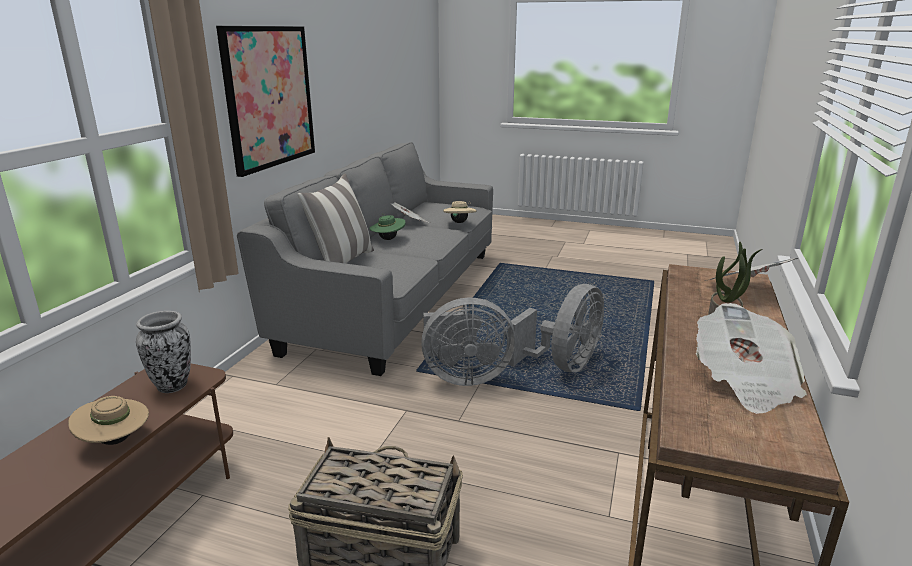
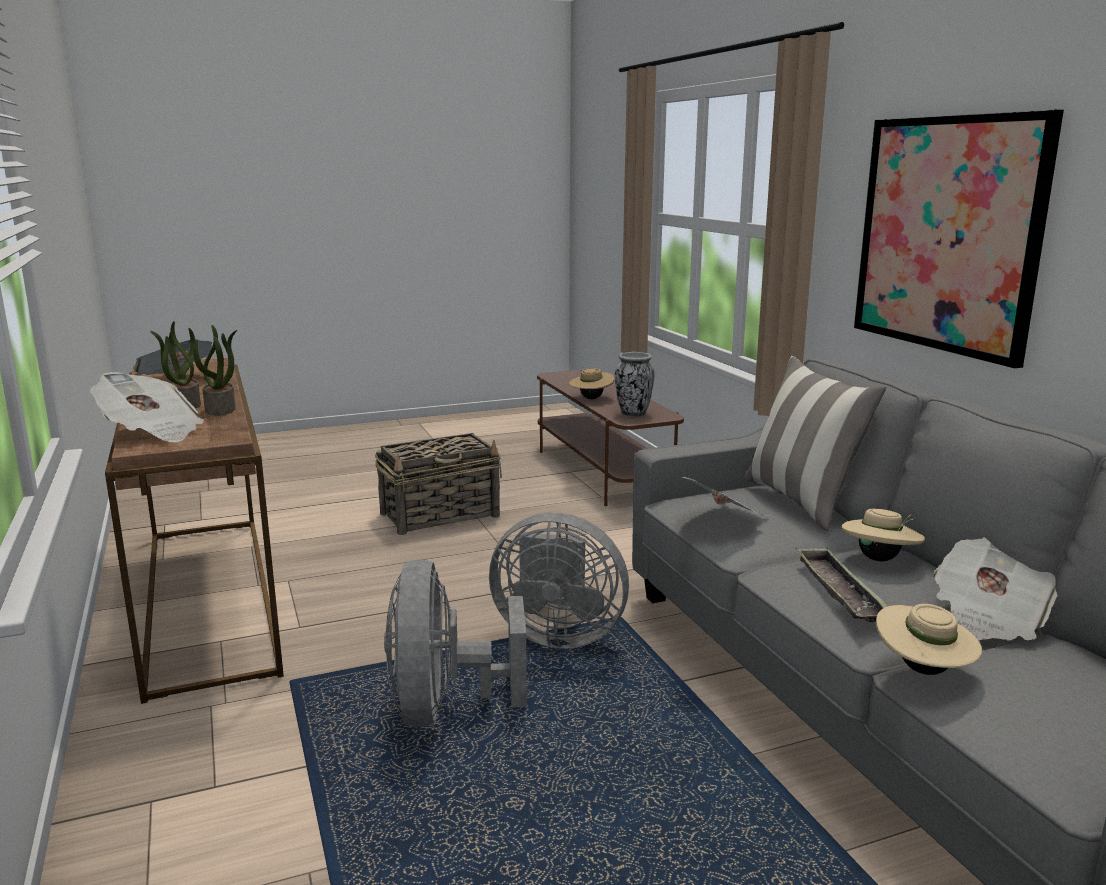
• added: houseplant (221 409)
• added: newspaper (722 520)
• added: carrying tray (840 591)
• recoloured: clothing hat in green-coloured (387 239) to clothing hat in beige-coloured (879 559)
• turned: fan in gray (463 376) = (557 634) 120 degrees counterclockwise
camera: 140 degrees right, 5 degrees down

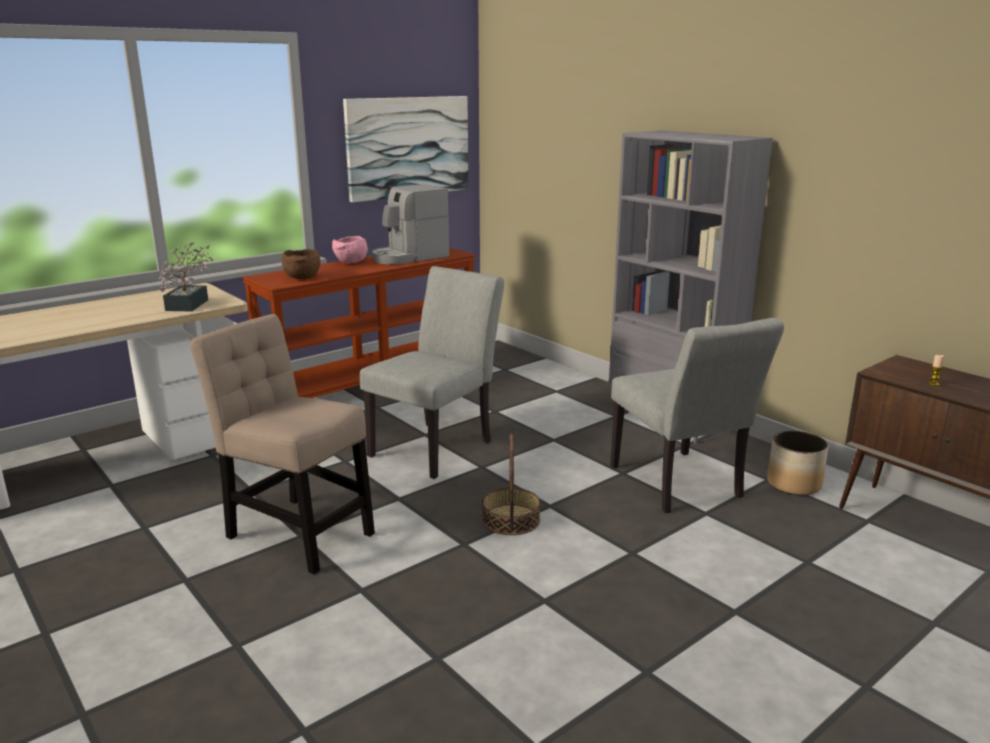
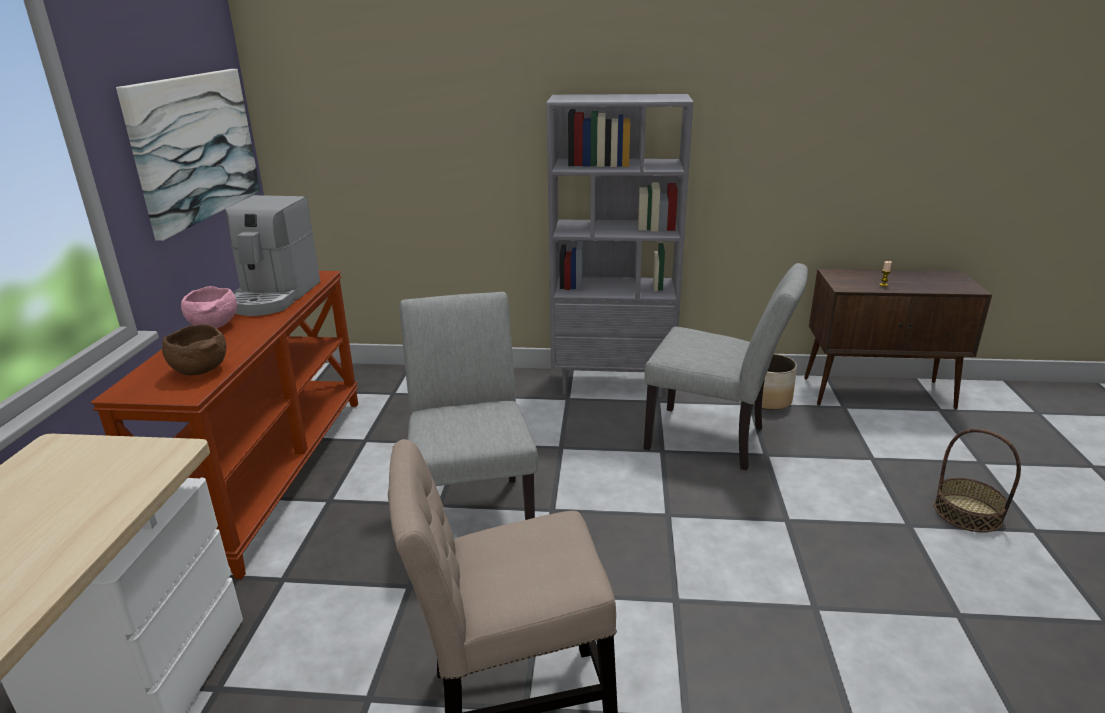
• removed: houseplant (190 303)
• moved: storage basket (511 519) to (967 513)
camera: 45 degrees left, 5 degrees up

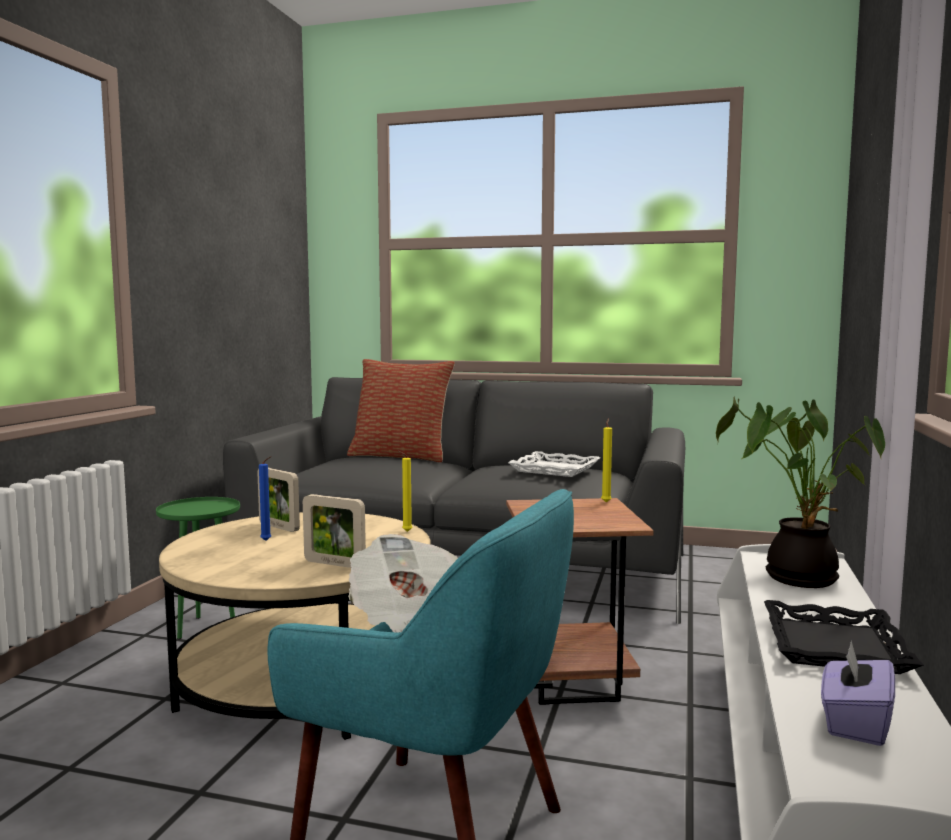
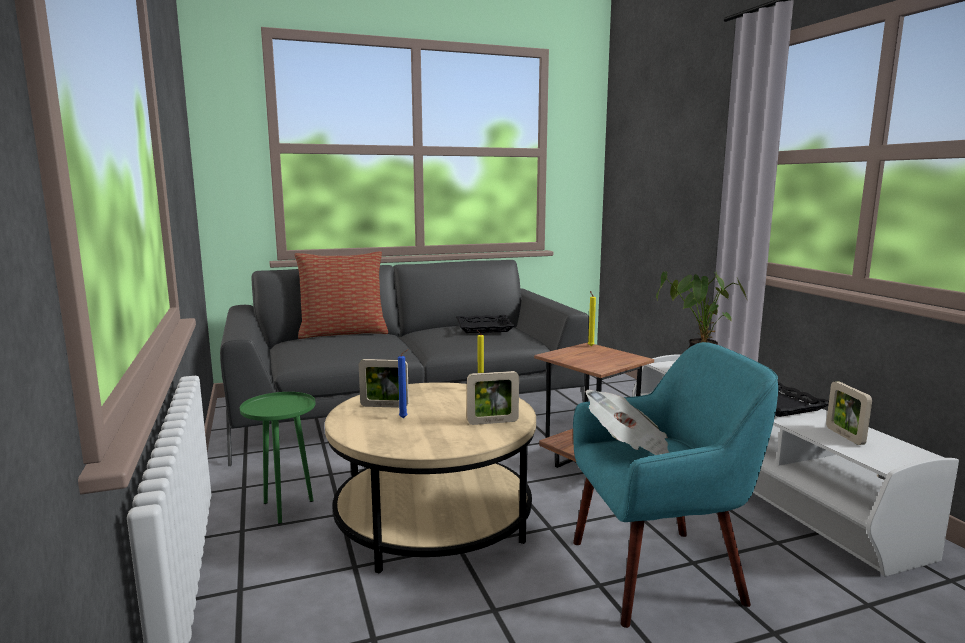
• replaced: tissue box in purplish (854 723) to standing frame (844 436)
• recoloured: carrying tray in white (554 469) to carrying tray in blackish (484 328)
camera: 35 degrees left, 5 degrees up

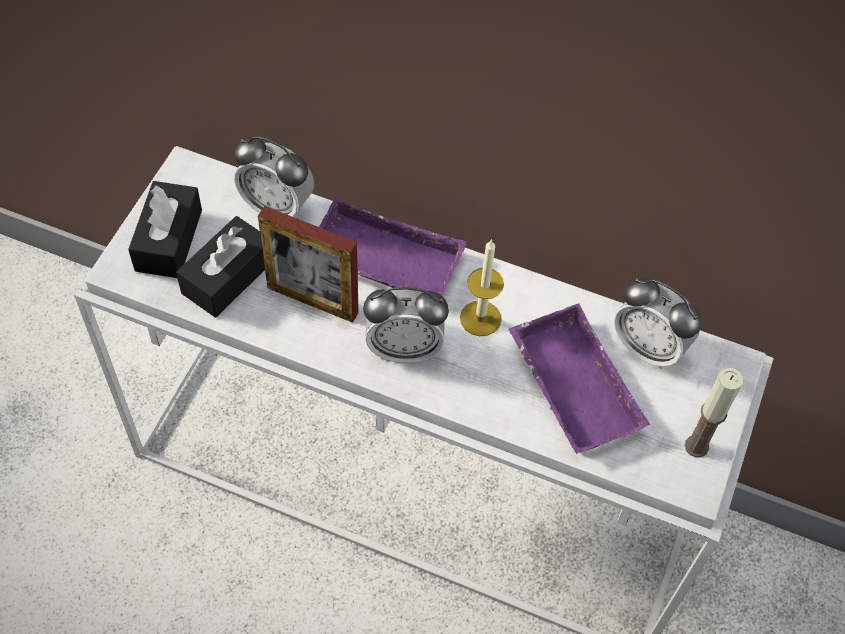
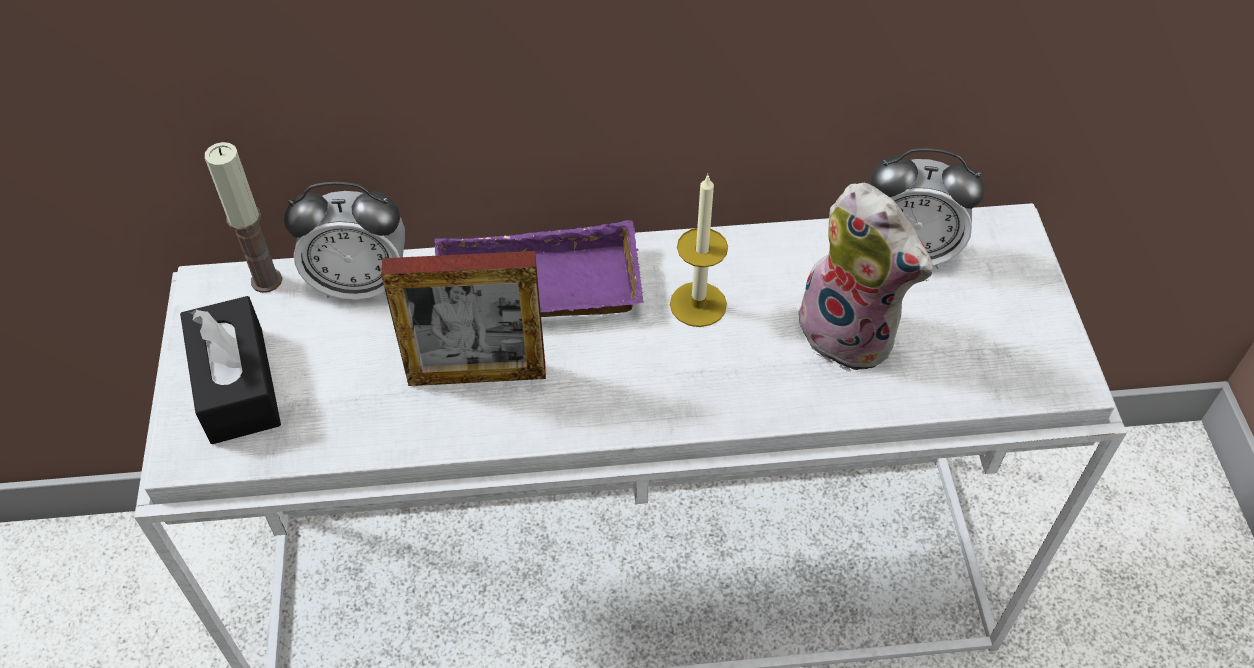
• removed: tissue box in blackish (228 277)
• removed: alarm clock (404 348)
• moved: wax candle (696 446) to (266 280)
• replaced: carrying tray in purplish (569 385) to soft toy (852 333)
camera: 25 degrees left, 5 degrees down

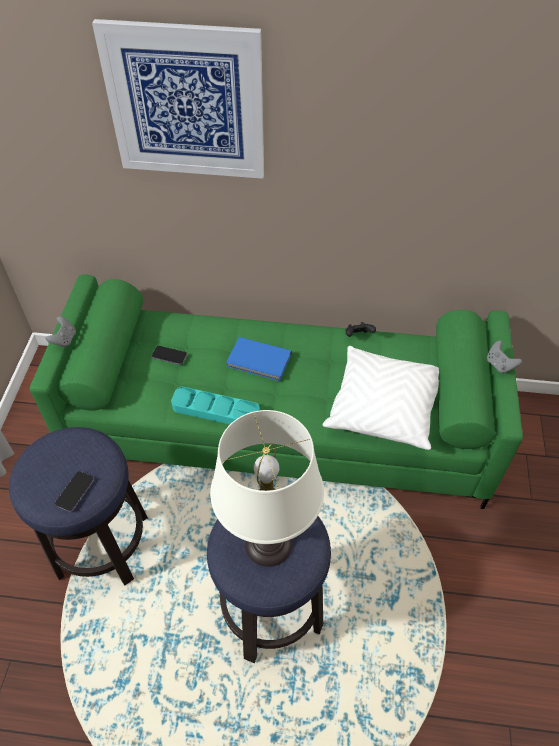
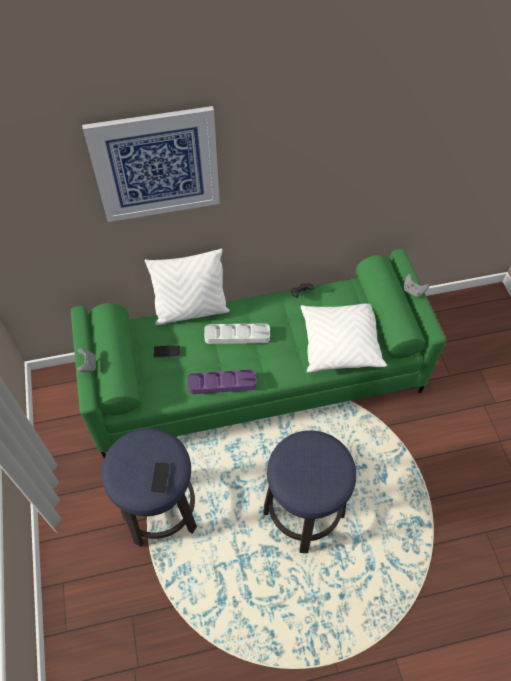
• removed: lamp for a table in white (269 543)
• added: pillow in white (191 311)
• replaced: bound book in blue (259 361) to carrying tray in white (237 336)
• recoloured: carrying tray in turquoise (216 410) to carrying tray in purplish (222 384)
camera: 20 degrees left, 5 degrees up

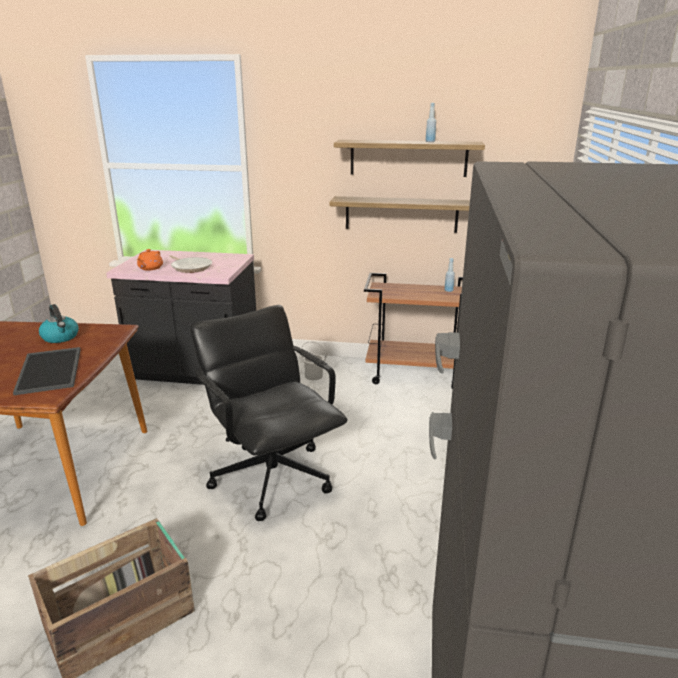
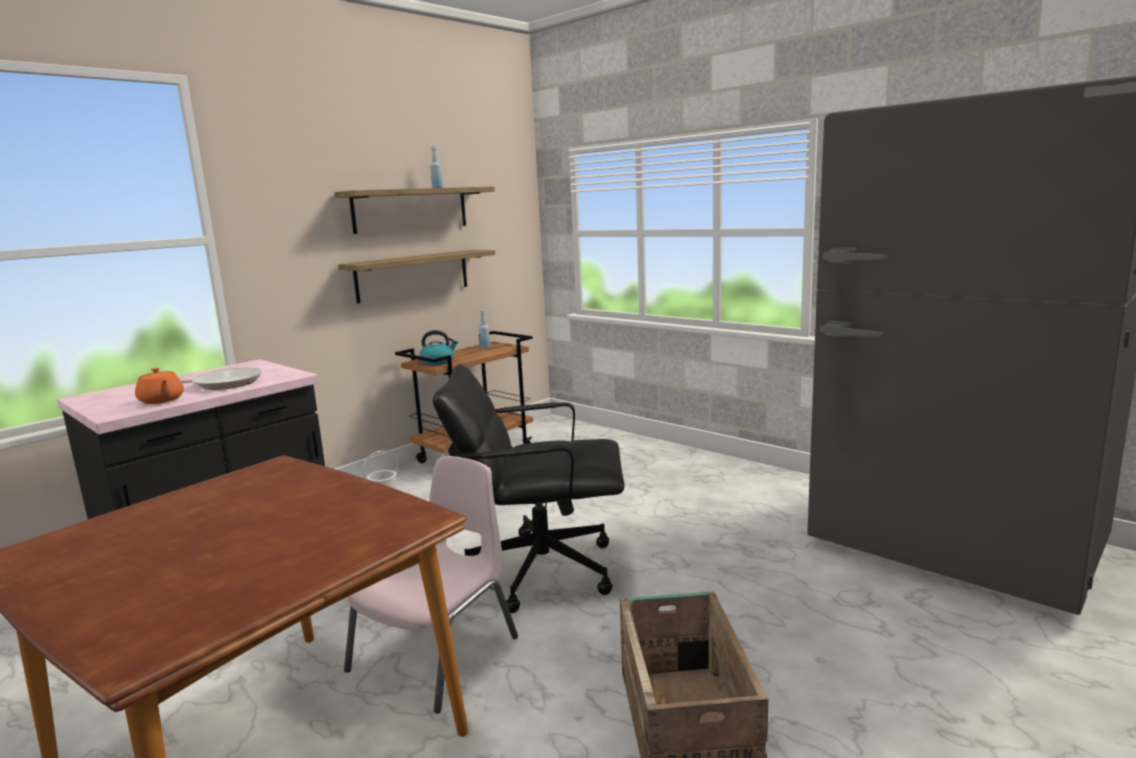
• removed: carrying tray (51 371)
• added: plain chair in pinkish (438 653)
• moved: tea kettle (61 337) to (438 362)
camera: 55 degrees left, 10 degrees down

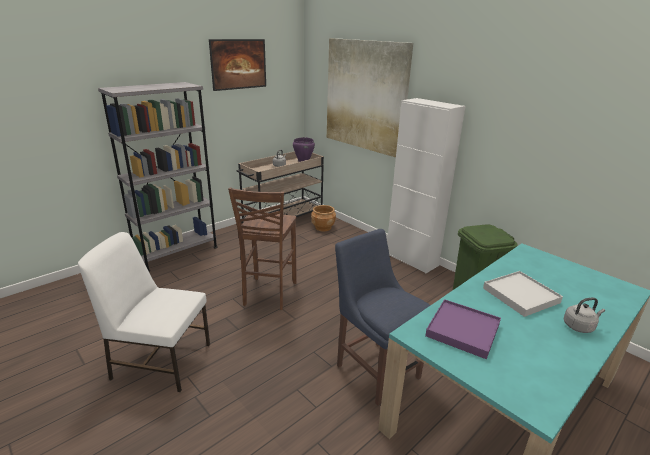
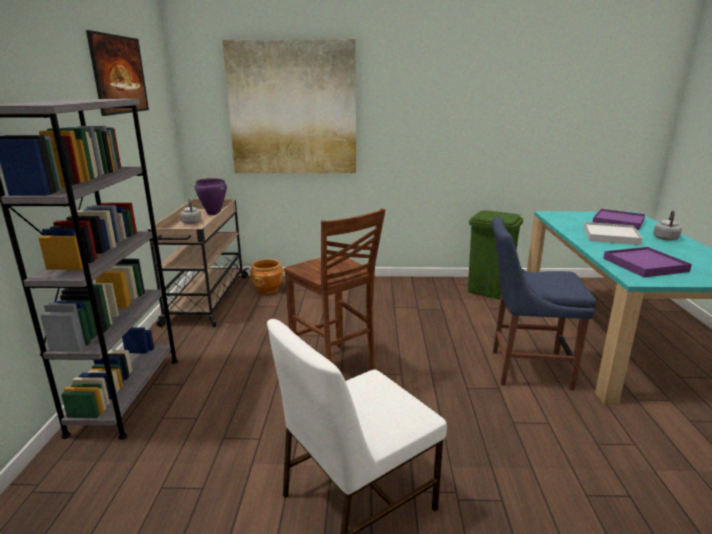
• removed: cupboard in white (411 260)
• added: carrying tray in purplish (618 221)
camera: 45 degrees left, 5 degrees down

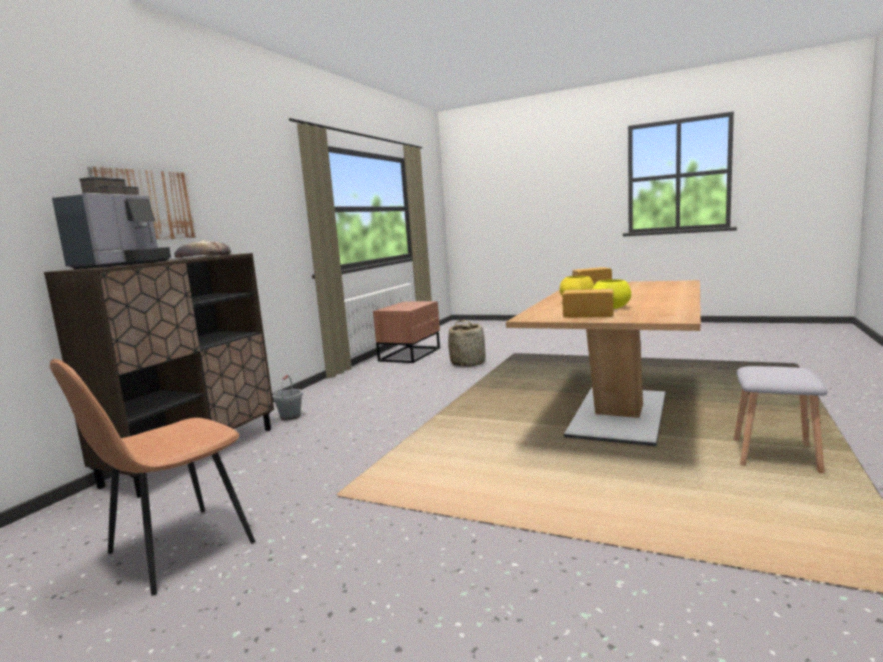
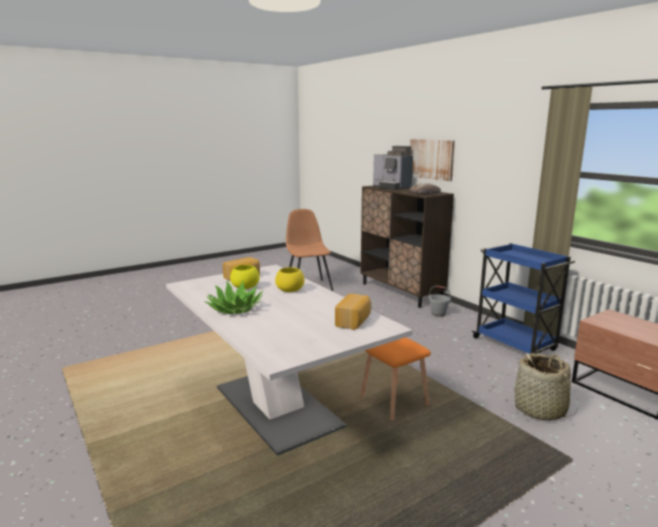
• removed: stool in gray (776 456)
• added: houseplant (234 309)
• added: stool in orangey (395 402)
• added: wheeled cart in blue (515 345)
• recoloured: kitchen table in brownish (619 415) to kitchen table in white (277 407)
camera: 120 degrees right, 5 degrees up

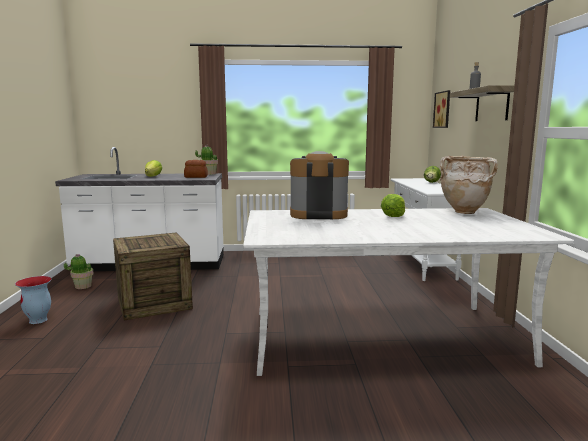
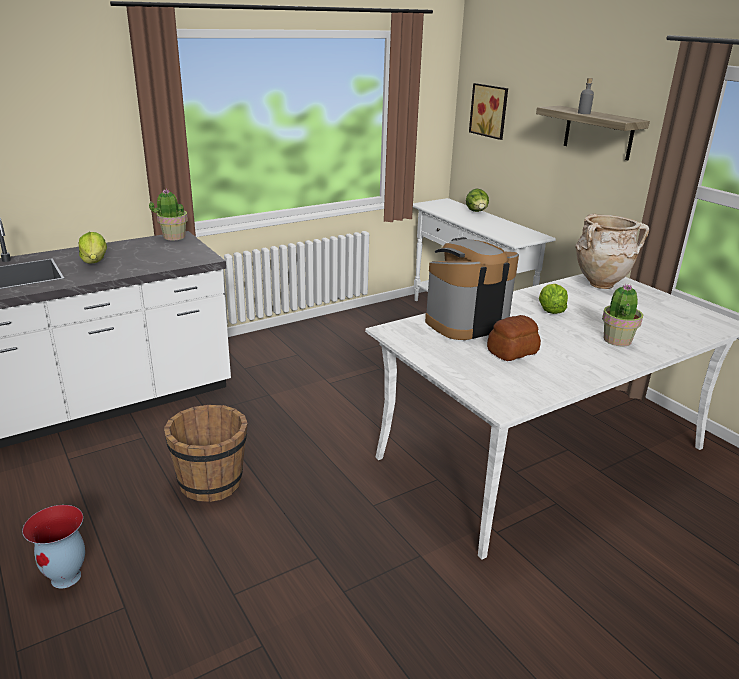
• moved: houseplant (82 286) to (617 340)
• moved: bakery bread (196 177) to (513 352)
• replaced: shipping crate (154 303) to pail in brownish (211 482)
camera: 30 degrees left, 15 degrees up

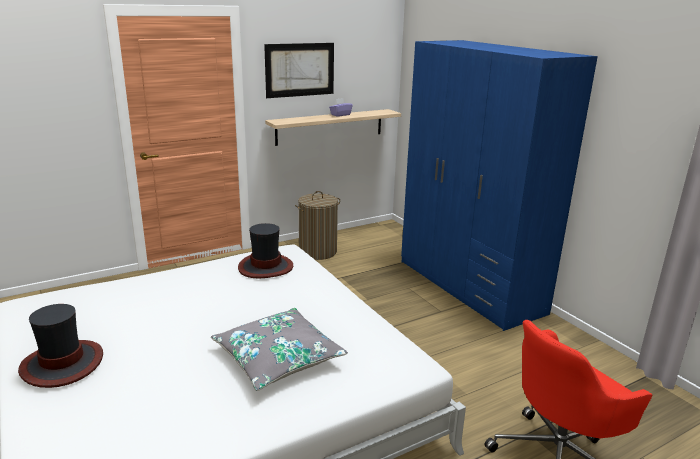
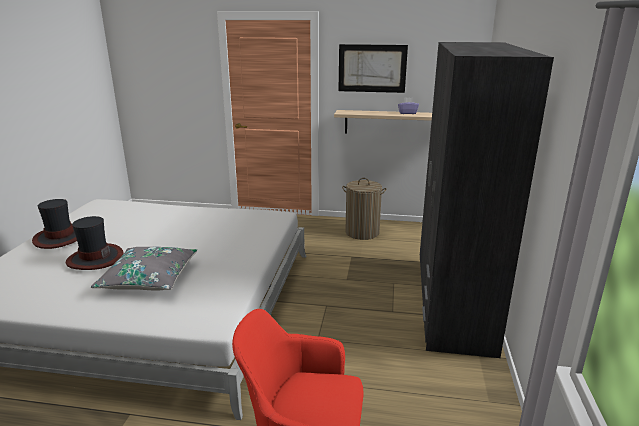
• moved: clothing hat (265 267) to (95 258)
• recoloured: wardrobe in blue (469 286) to wardrobe in gray (452 302)
camera: 40 degrees right, 0 degrees up

